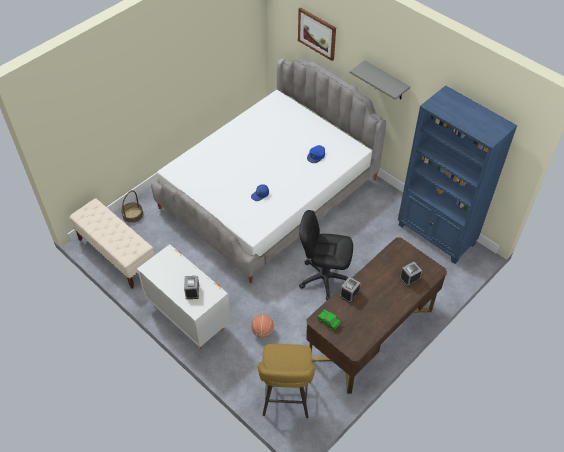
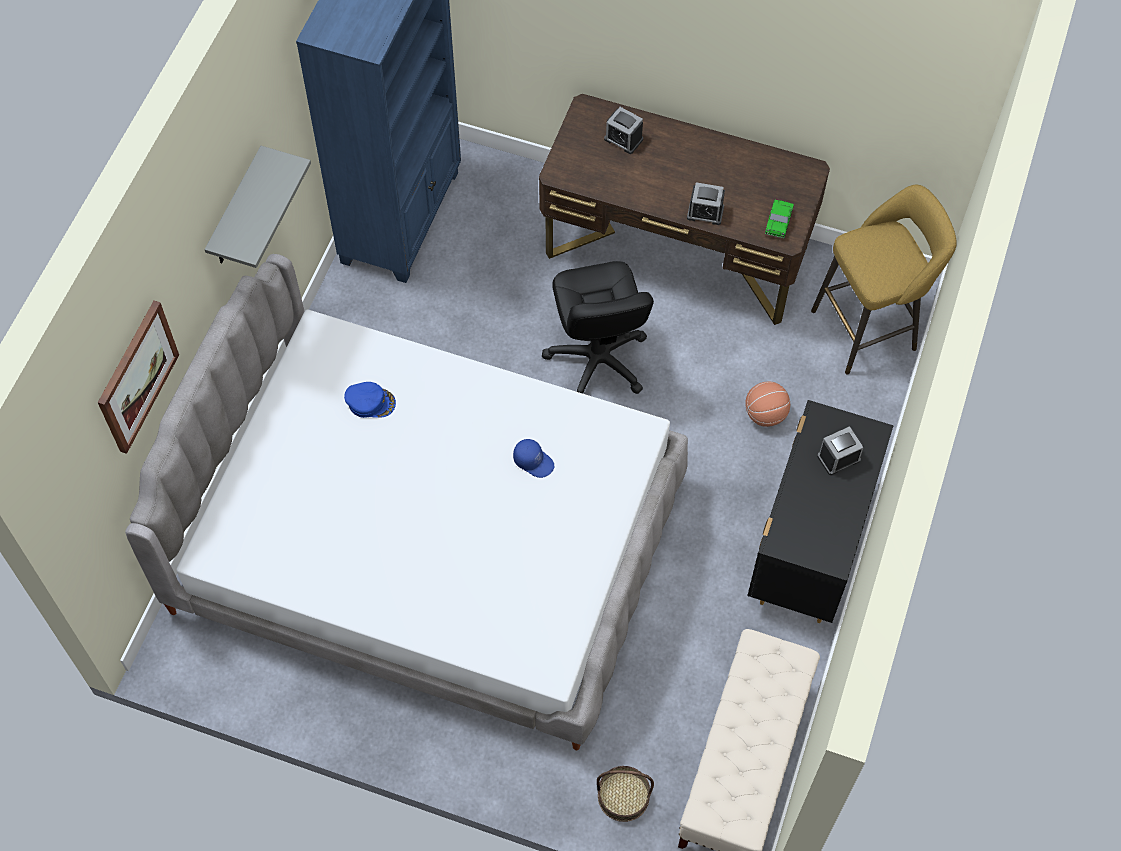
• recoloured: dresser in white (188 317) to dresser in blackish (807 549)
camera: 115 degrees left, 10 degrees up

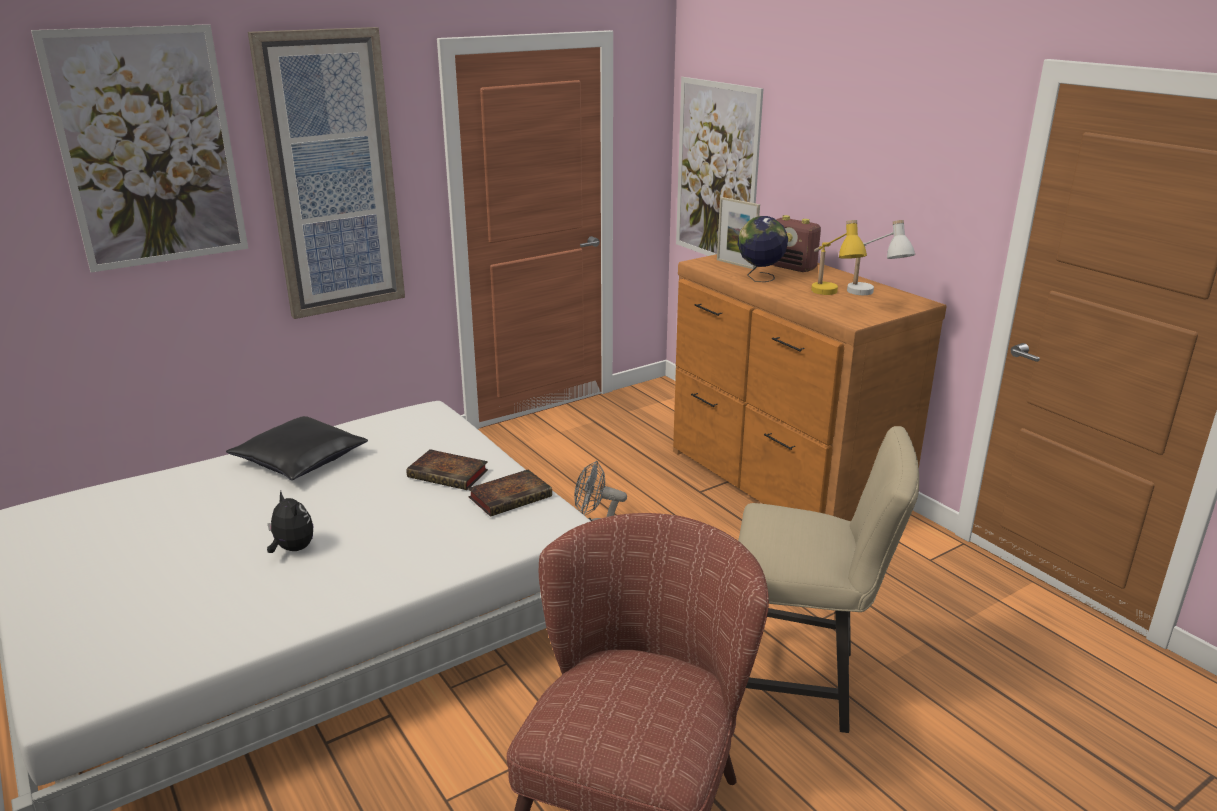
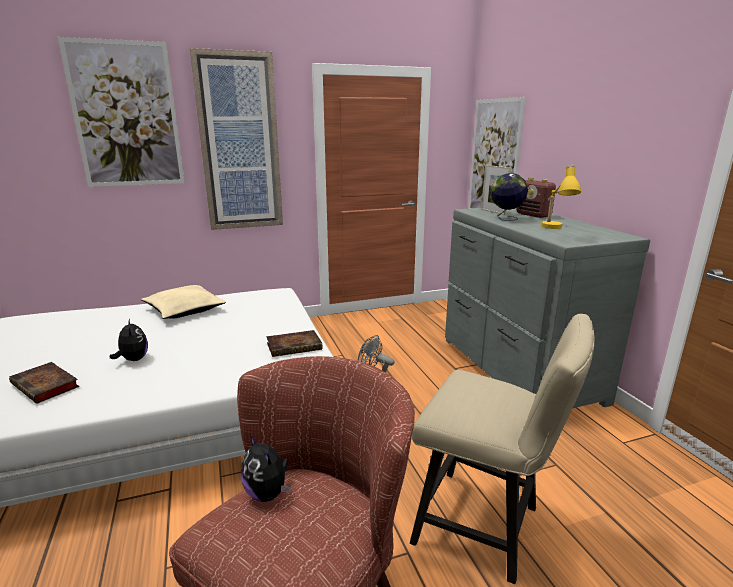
• removed: lamp for a table in white (868 297)
• added: soft toy (268 493)
• moved: bound book (450 474) to (46 386)
• recoloured: pillow in blackish (301 460) to pillow in beige-coloured (185 310)
• recoloured: dresser in brownish (782 482) to dresser in gray (516 370)
camera: 15 degrees right, 5 degrees down

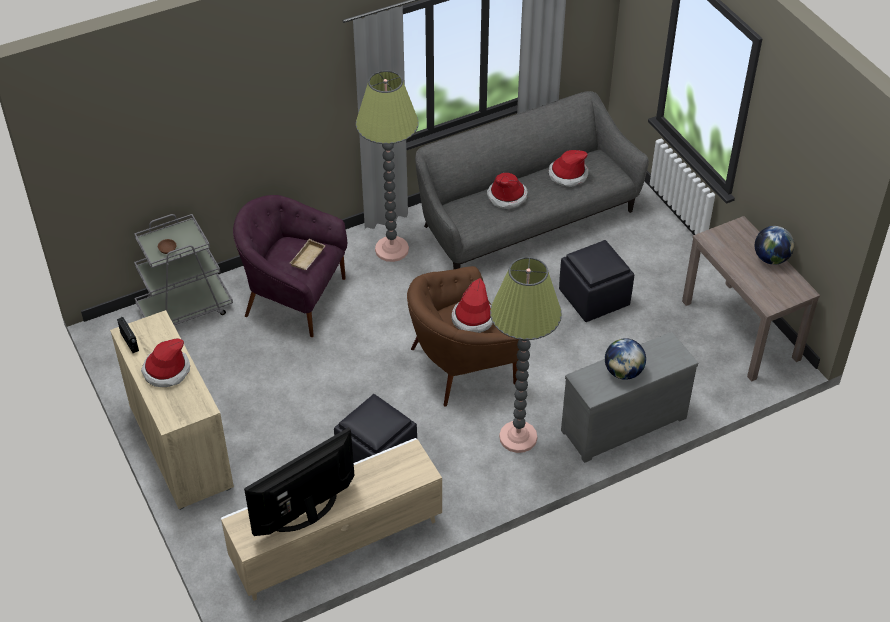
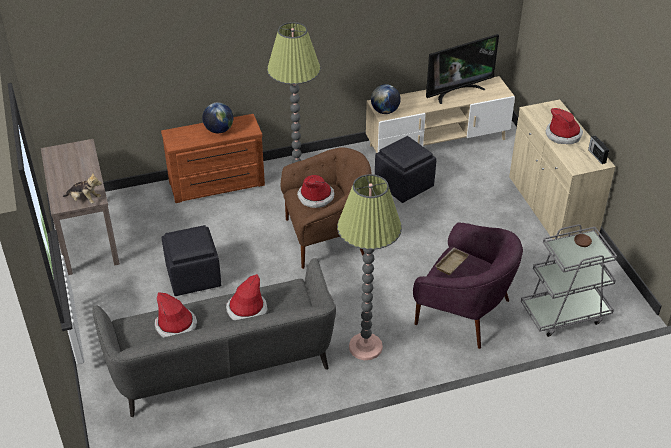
• added: soft toy (84 200)
• moved: desk globe (771 258) to (385 111)
• recoloured: dresser in gray (622 422) to dresser in brownish (217 185)
camera: 170 degrees left, 5 degrees down

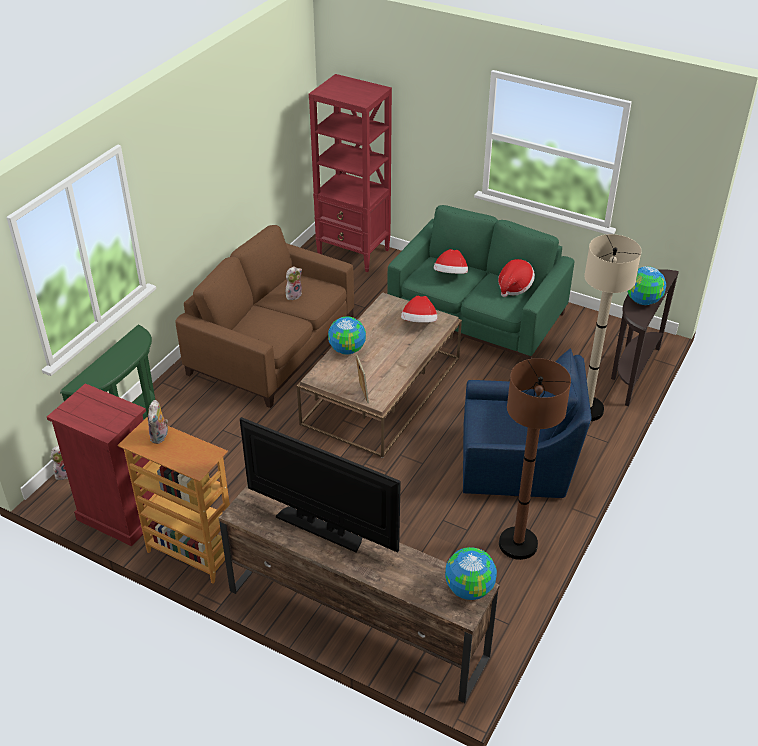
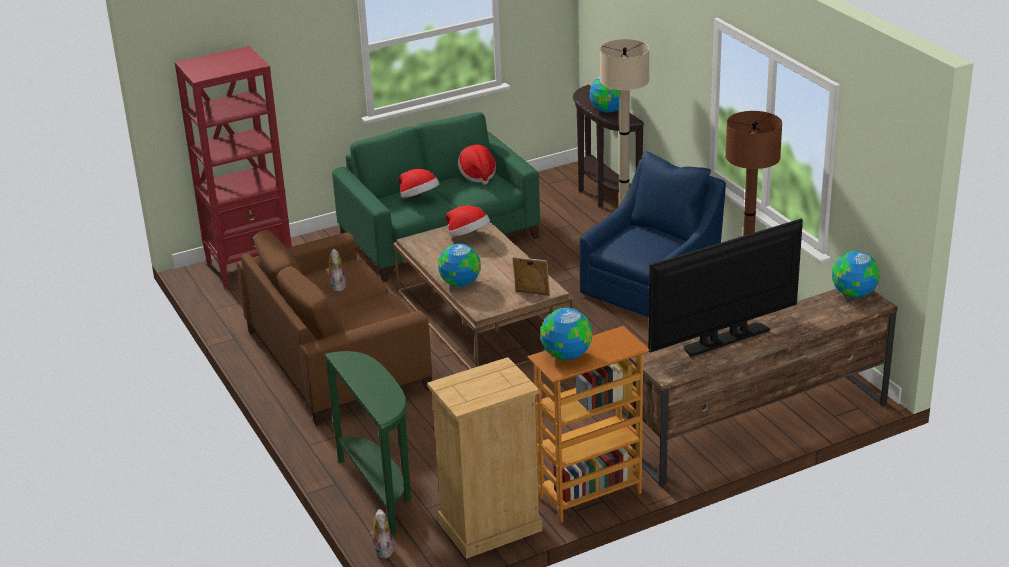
• replaced: soft toy (160 437) to desk globe (566 355)
• recoloured: dresser in reddish (120 515) to dresser in beige-coloured (489 527)
camera: 55 degrees left, 10 degrees down

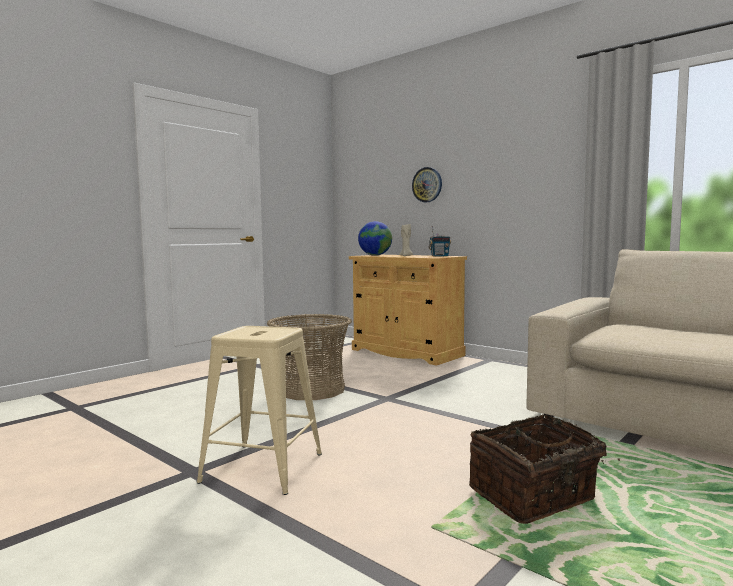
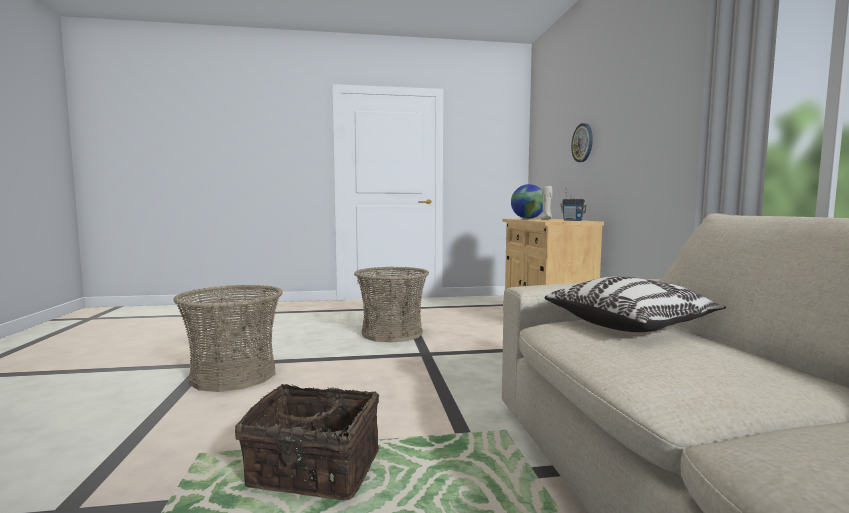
• added: pillow (629 324)
• replaced: stool in beige-coloured (263 468) to storage basket (234 375)
camera: 40 degrees right, 0 degrees up

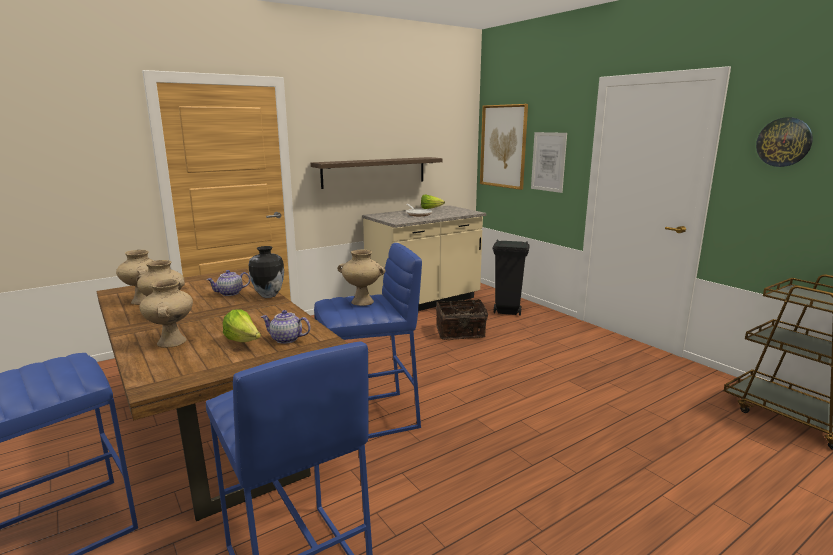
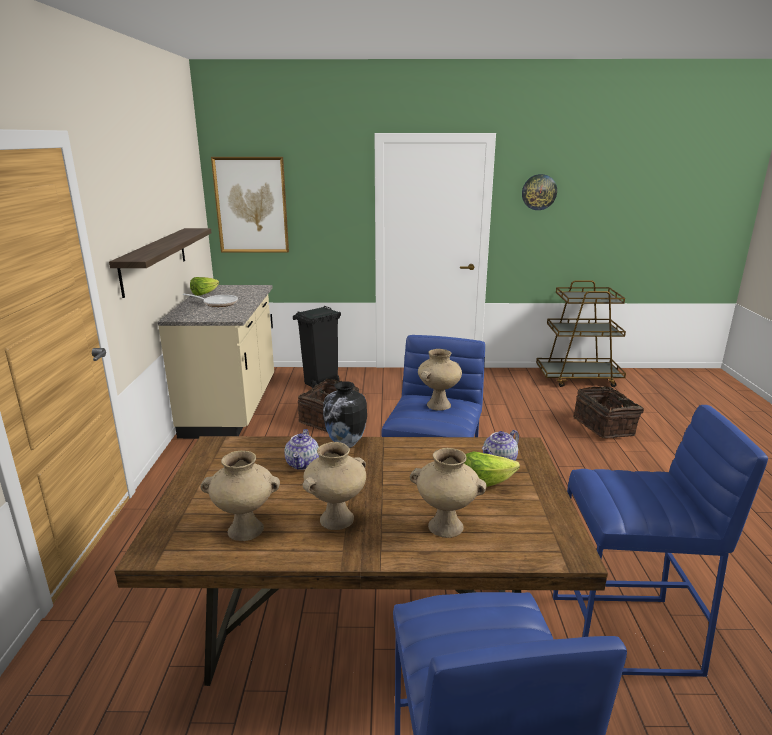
• removed: wall art (548 162)
• added: storage basket (605 426)
camera: 55 degrees left, 5 degrees up

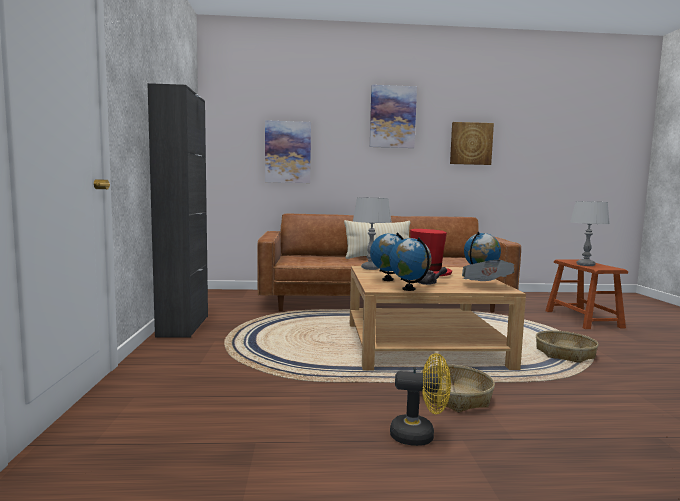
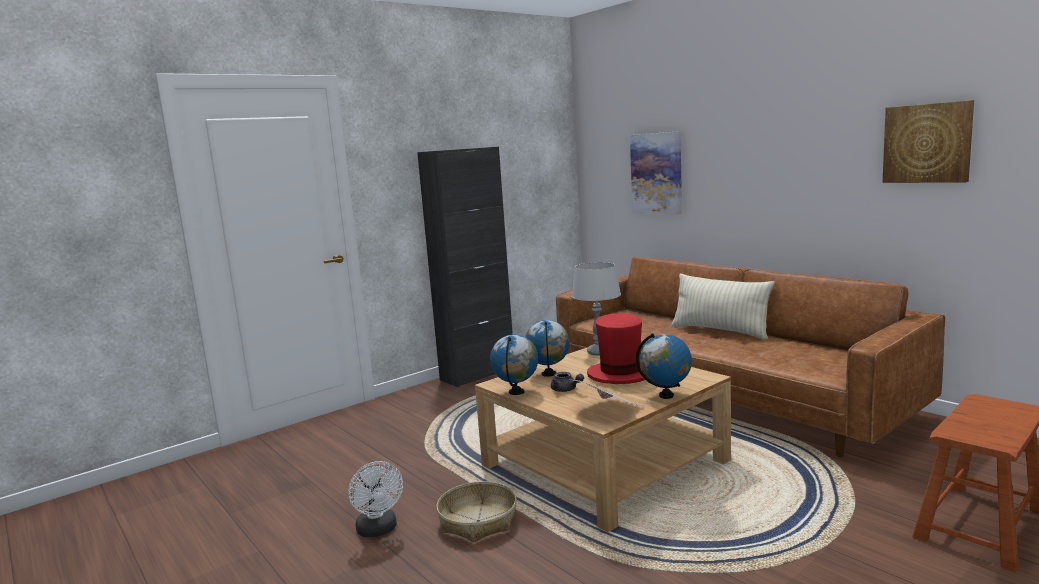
• removed: wall art (392 117)
• removed: storage basket (565 353)
• removed: lamp for a table in gray (585 265)
• recoloured: fan in yellow-coloured (420 435) to fan in white (379 530)
camera: 55 degrees right, 5 degrees up

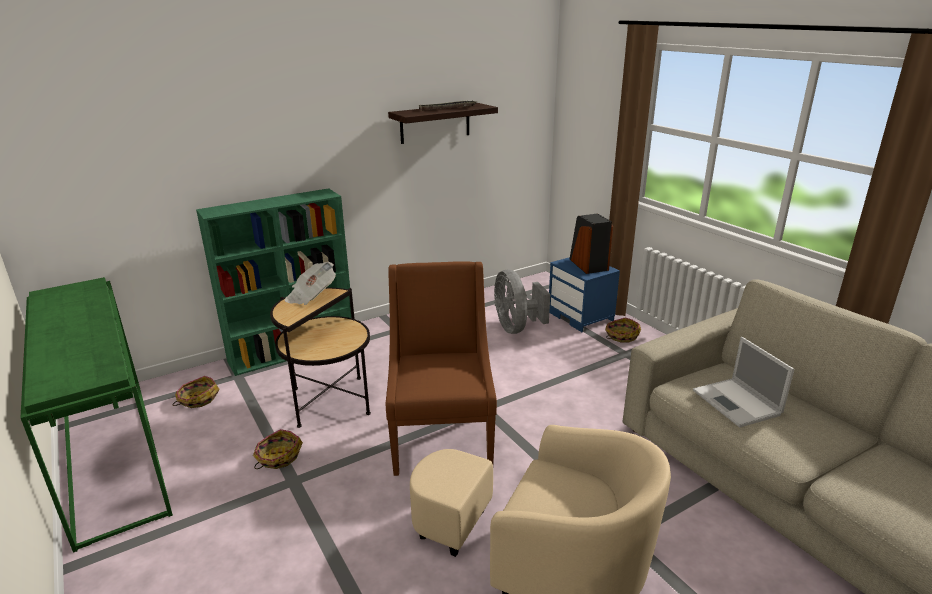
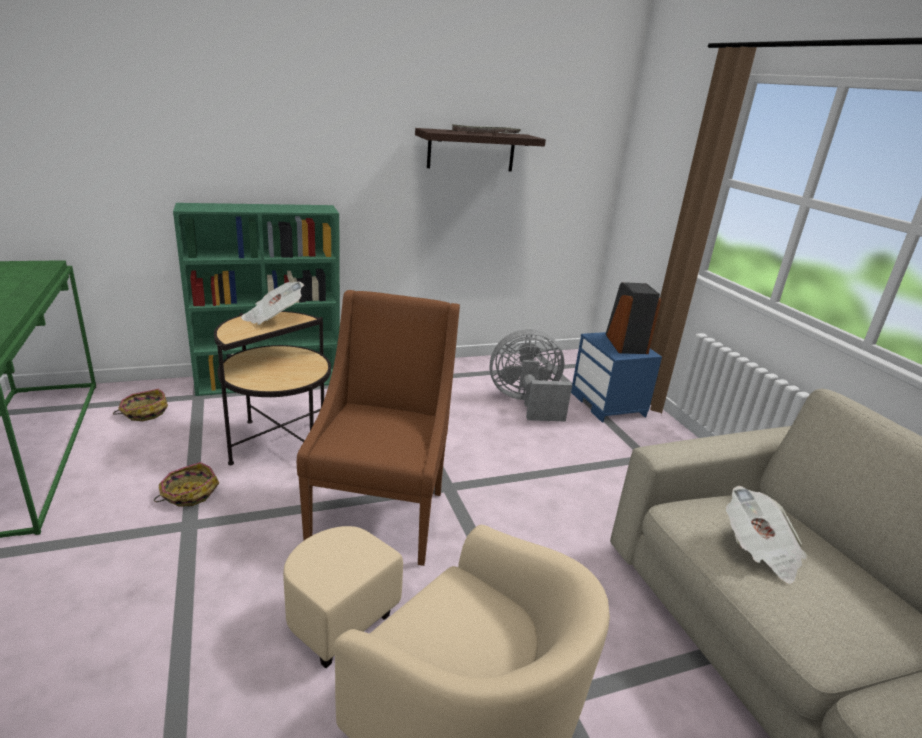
• removed: storage basket (621 336)
• replaced: portable computer (737 403) to newspaper (760 551)
• turned: fan in gray (516 327) = (526 403) 90 degrees clockwise
camera: 10 degrees right, 0 degrees up

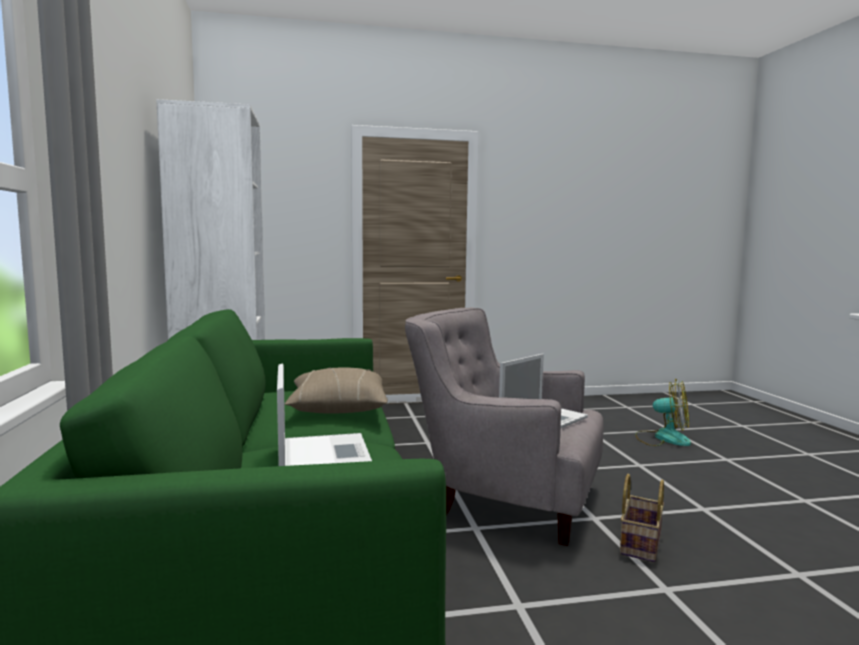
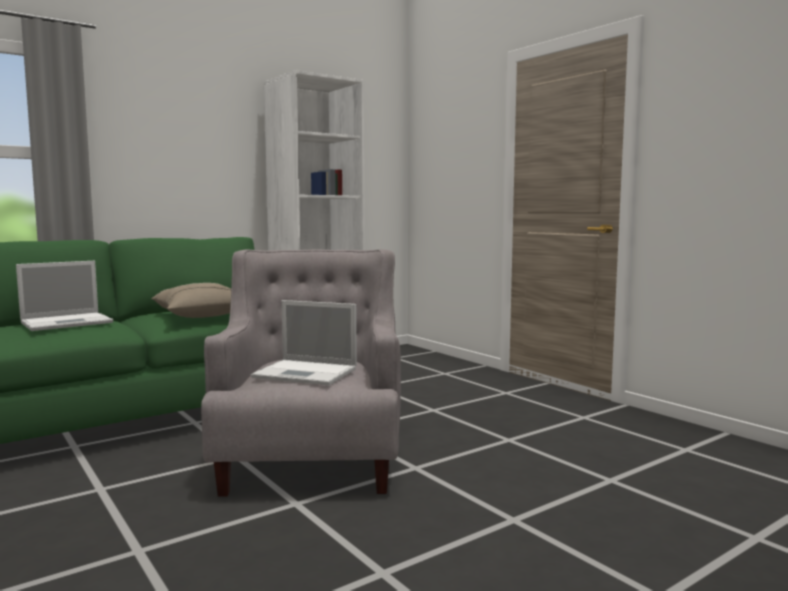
• removed: storage basket (639 543)
• removed: fan (663 438)
camera: 65 degrees right, 0 degrees up

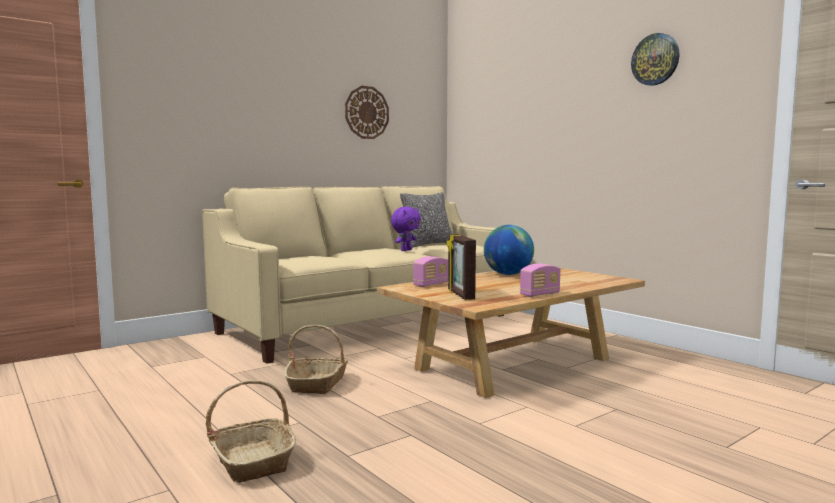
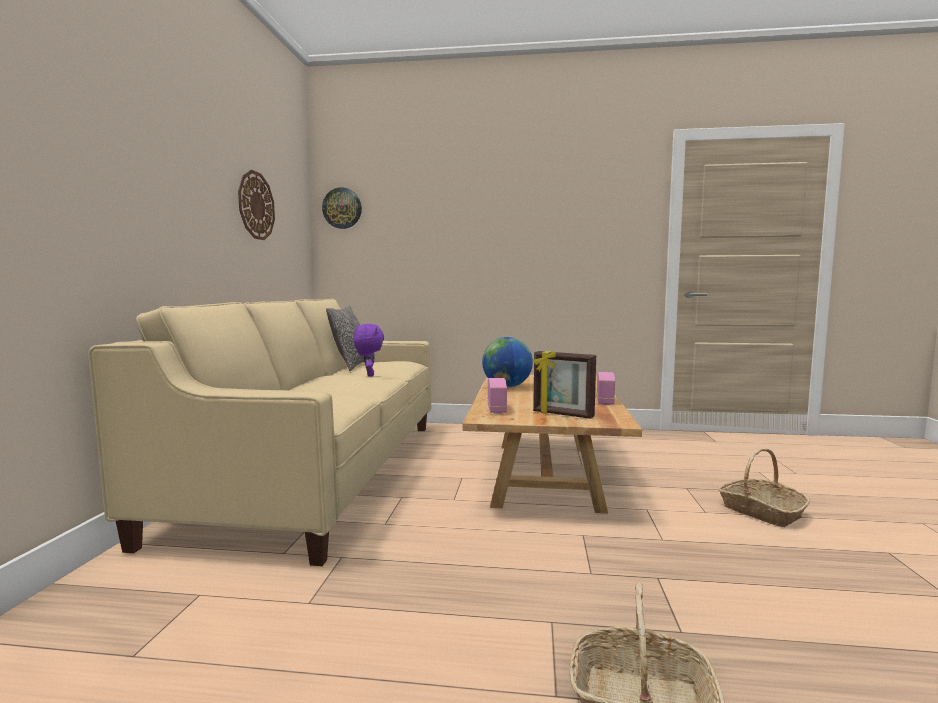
• moved: storage basket (317 383) to (761 511)
• moved: clock on the wall (655 59) to (342 208)
camera: 45 degrees left, 0 degrees up

